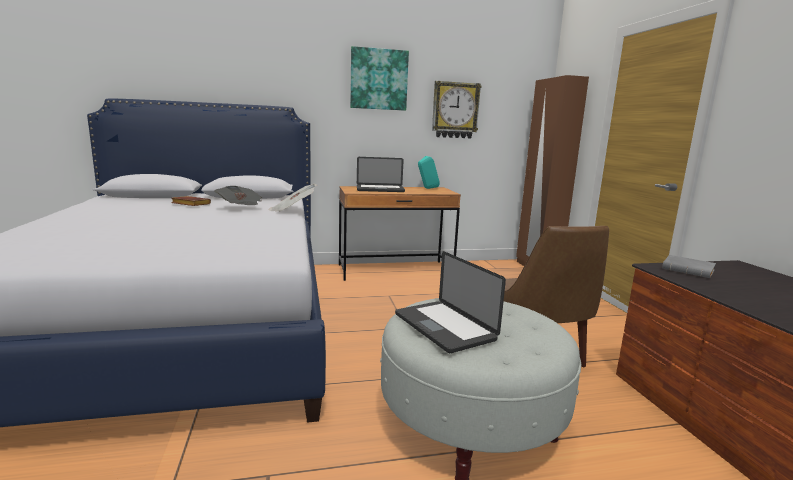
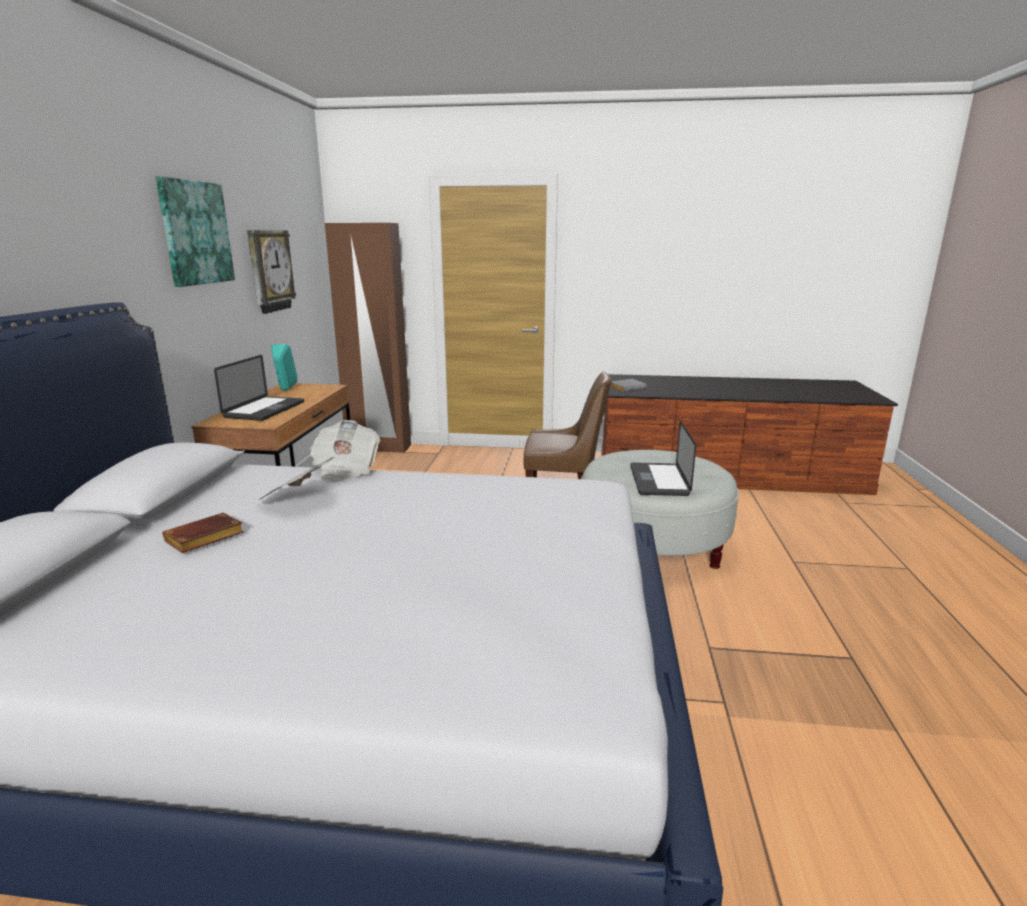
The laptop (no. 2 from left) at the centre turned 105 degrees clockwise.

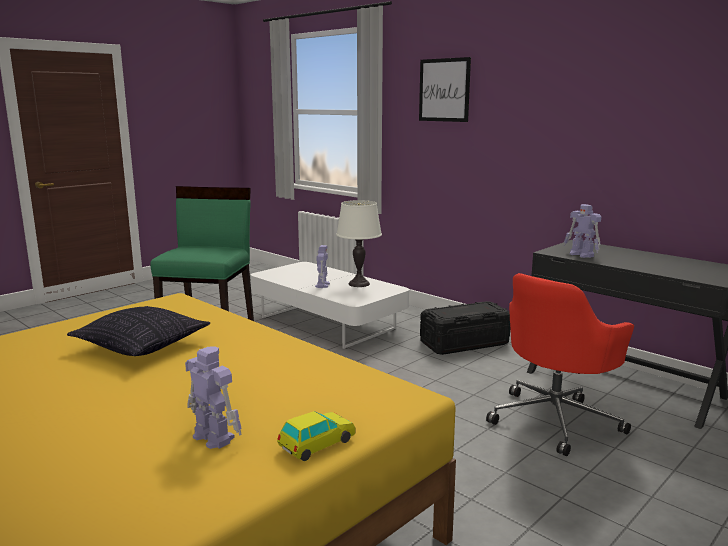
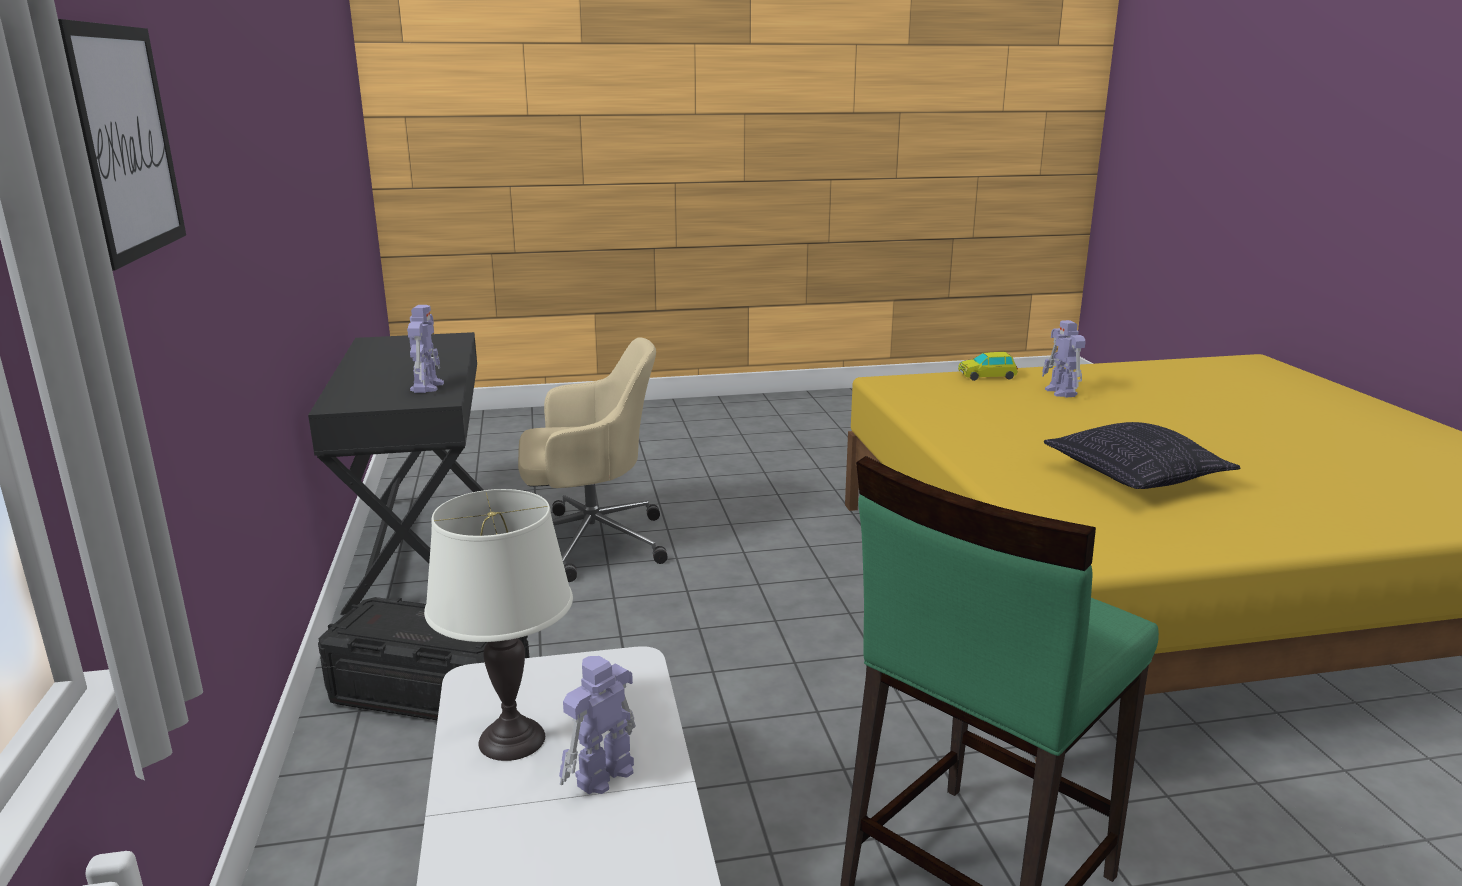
The red office chair at the bottom right became the beige office chair at the centre.

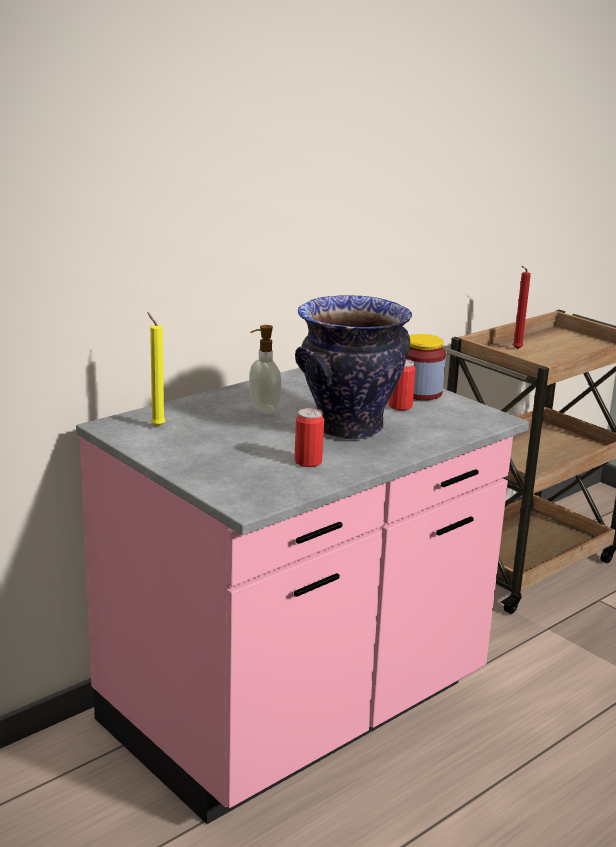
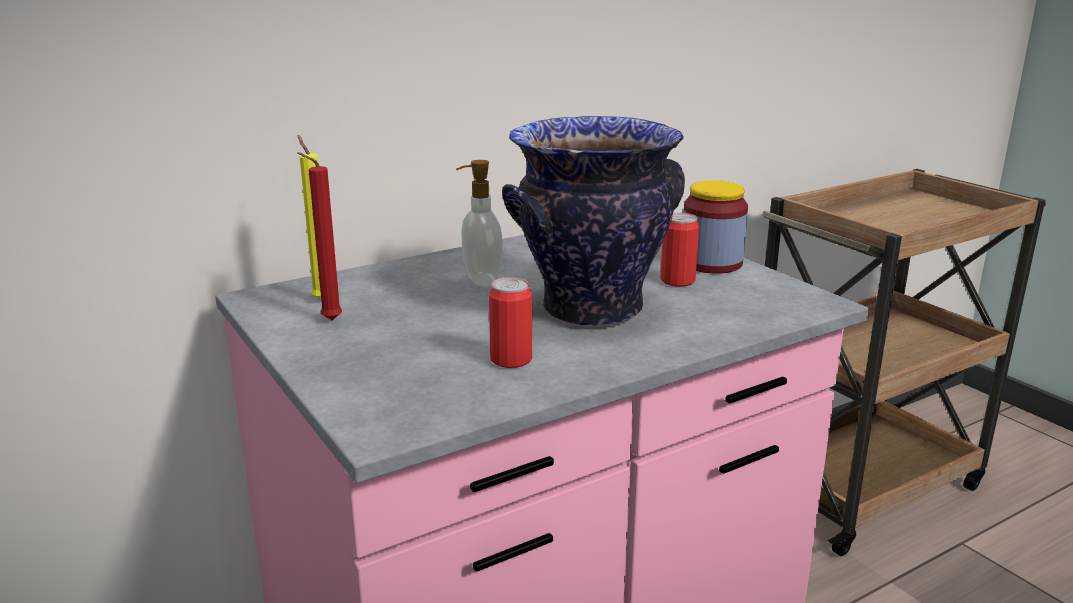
The red candle moved from the middle right to the middle left.

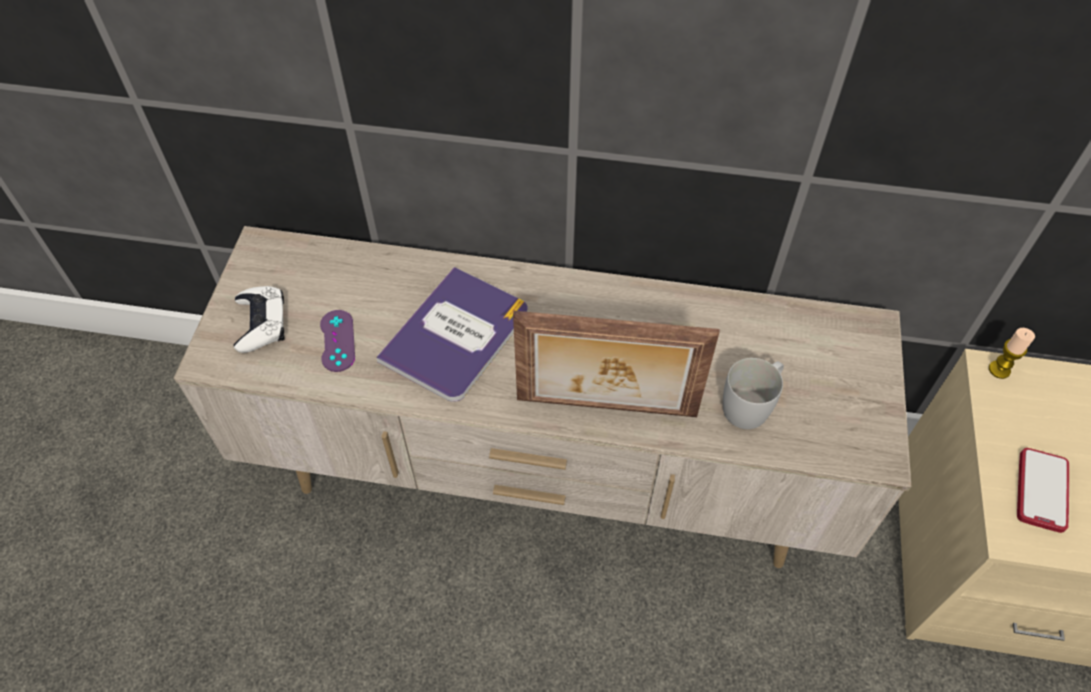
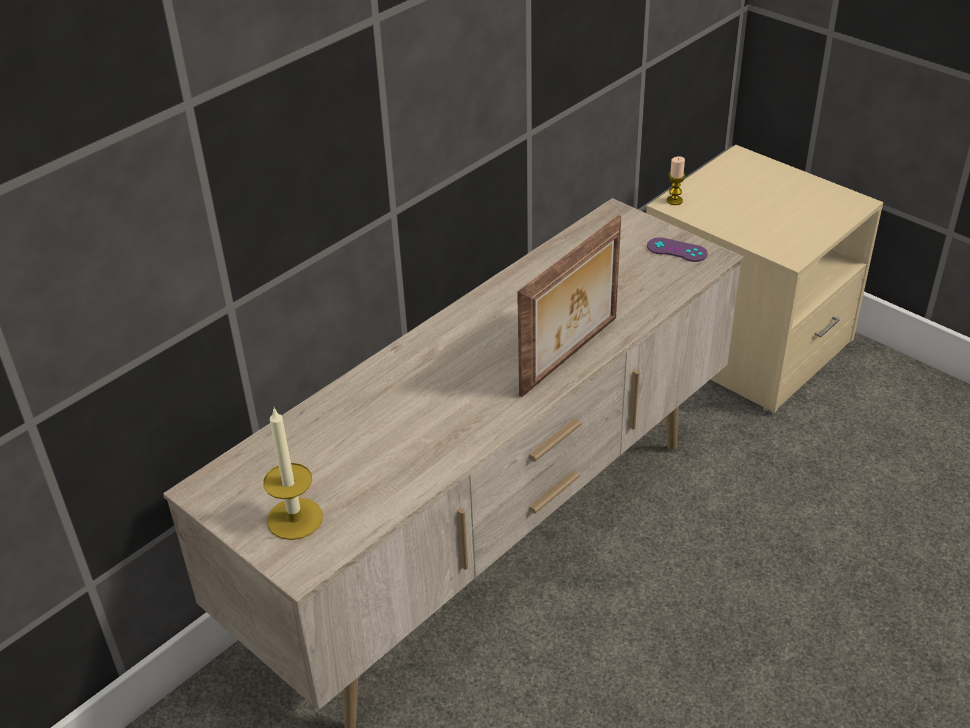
The white game controller at the middle left was replaced by the candle (no. 1 from left) at the middle left. The purple game controller moved from the middle left to the middle right. The book at the centre disappeared. The white mug at the middle right disappeared. The phone at the bottom right disappeared.

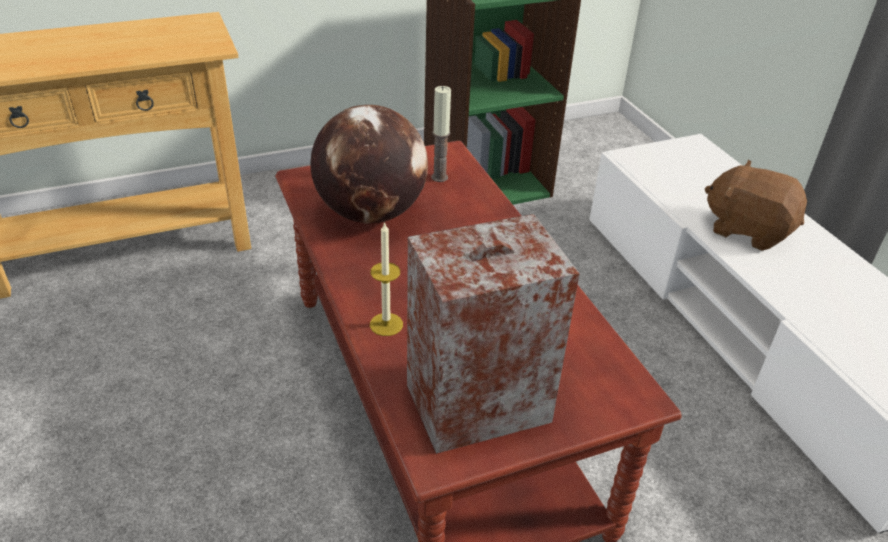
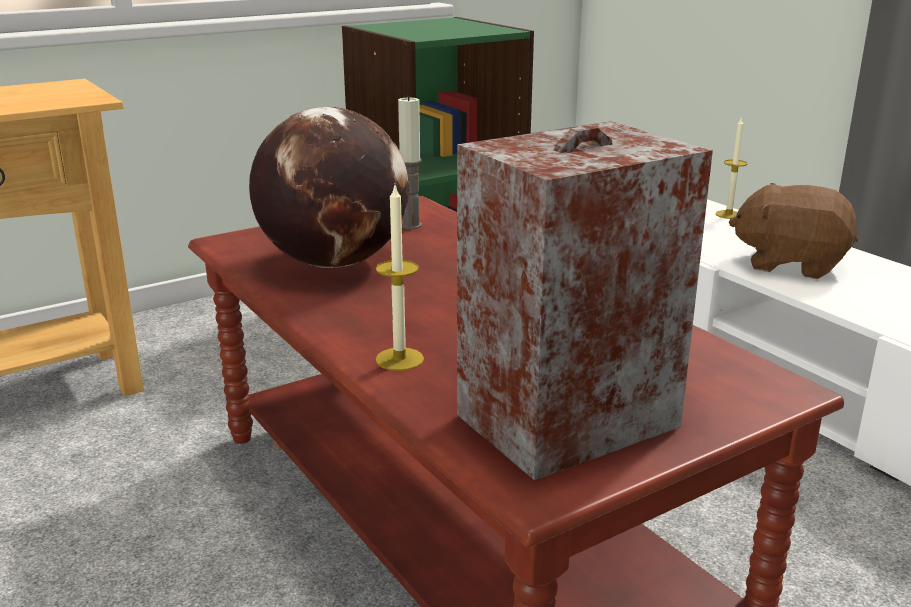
The candle (no. 3 from left) at the top right appeared.

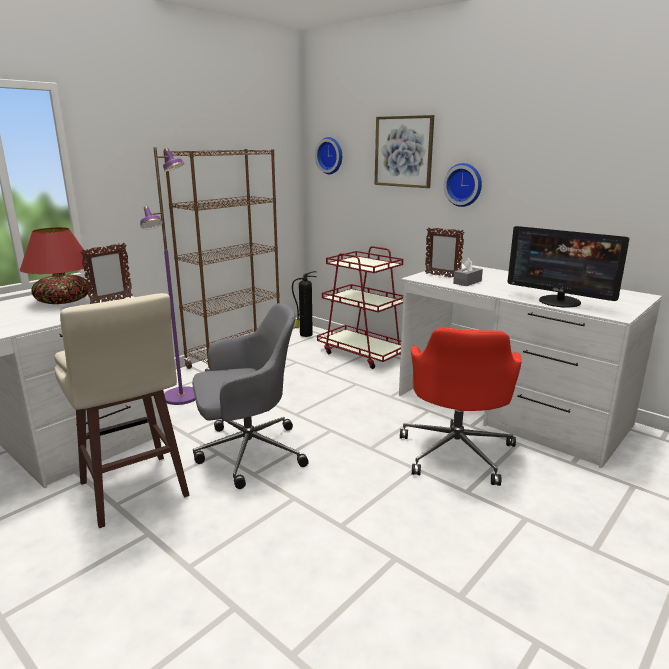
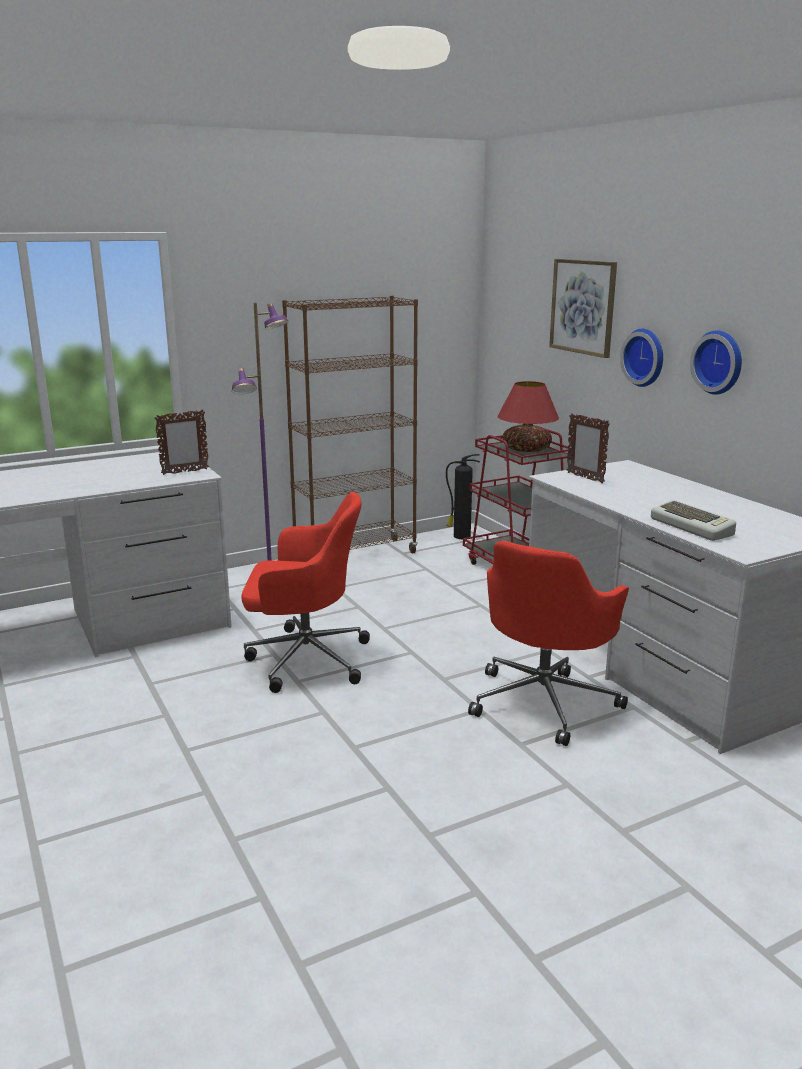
The red table lamp moved from the middle left to the centre. The beige stool at the middle left disappeared. The grey office chair at the centre became the red office chair (no. 1 from left) at the centre. The wall clock (no. 1 from left in the first image) moved from the top centre to the middle right. The grey tissue box at the middle right disappeared. The monitor at the middle right was replaced by the keyboard at the middle right.

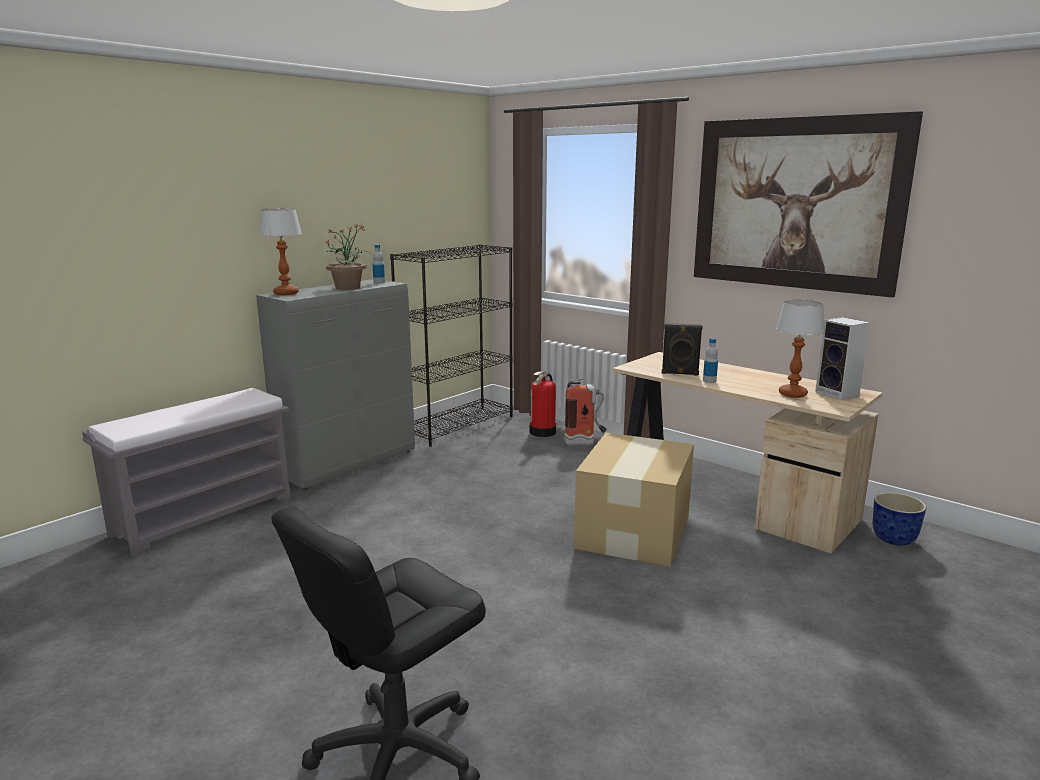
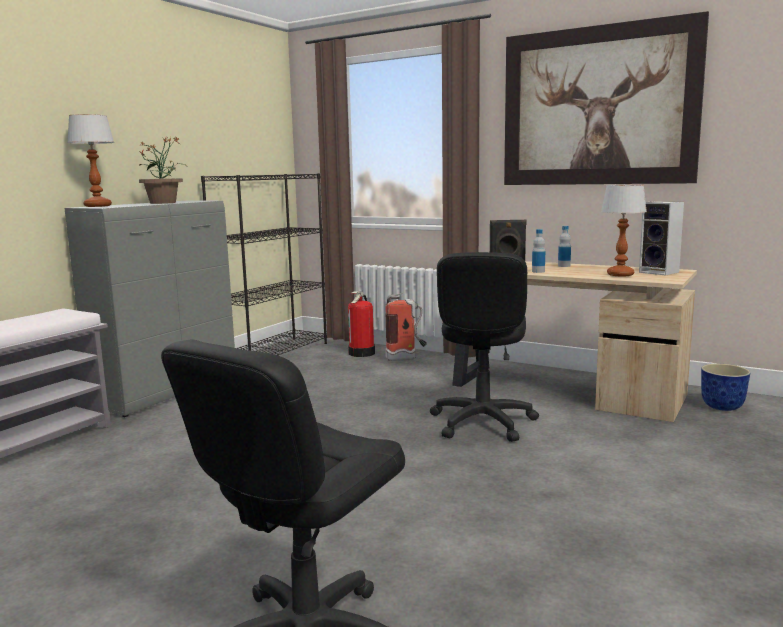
The bottle (no. 1 from left in the first image) moved from the centre to the middle right. The cardboard box at the centre was replaced by the black office chair (no. 2 from left) at the centre.

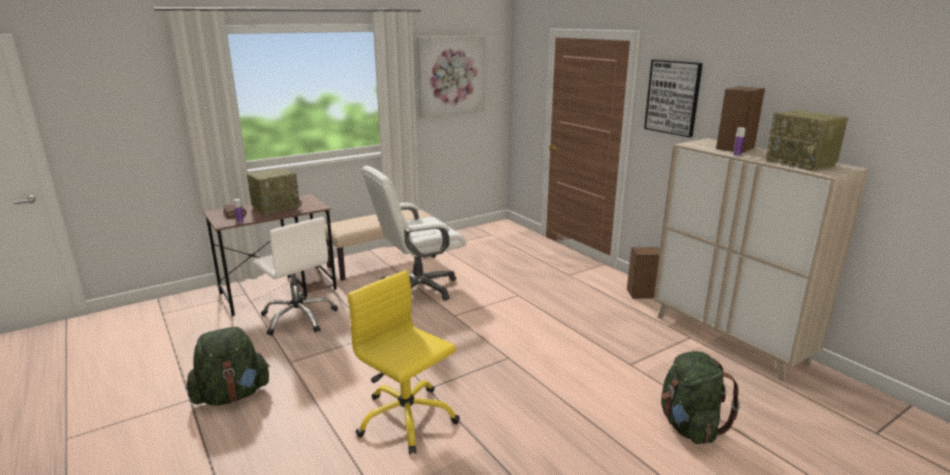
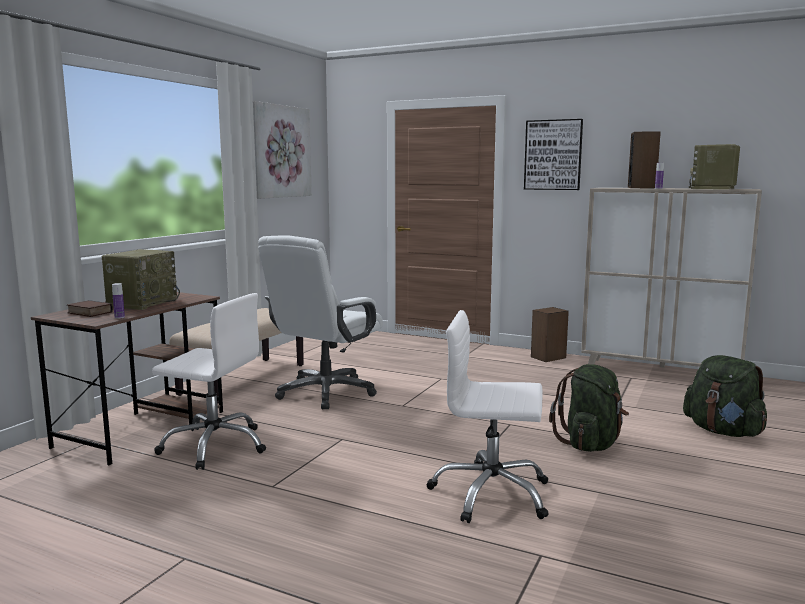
The green backpack (no. 1 from left) moved from the bottom left to the bottom right. The yellow office chair at the bottom centre became the white office chair (no. 3 from left) at the bottom centre. The radio (no. 2 from left) at the top right turned 90 degrees clockwise.

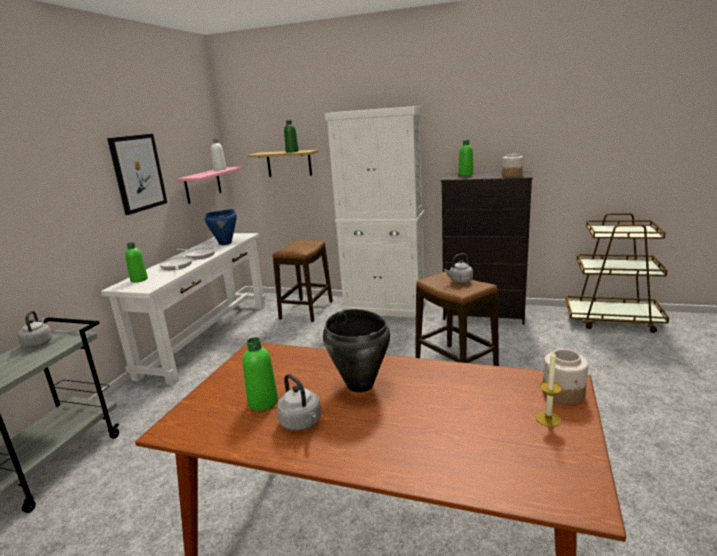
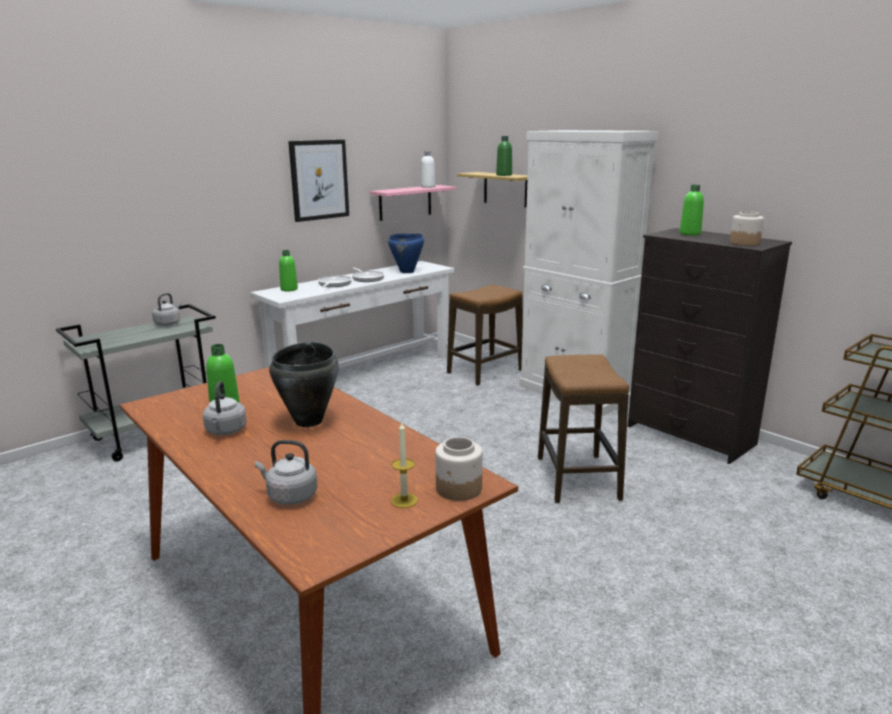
The grey kettle (no. 3 from left) moved from the centre to the middle left.

